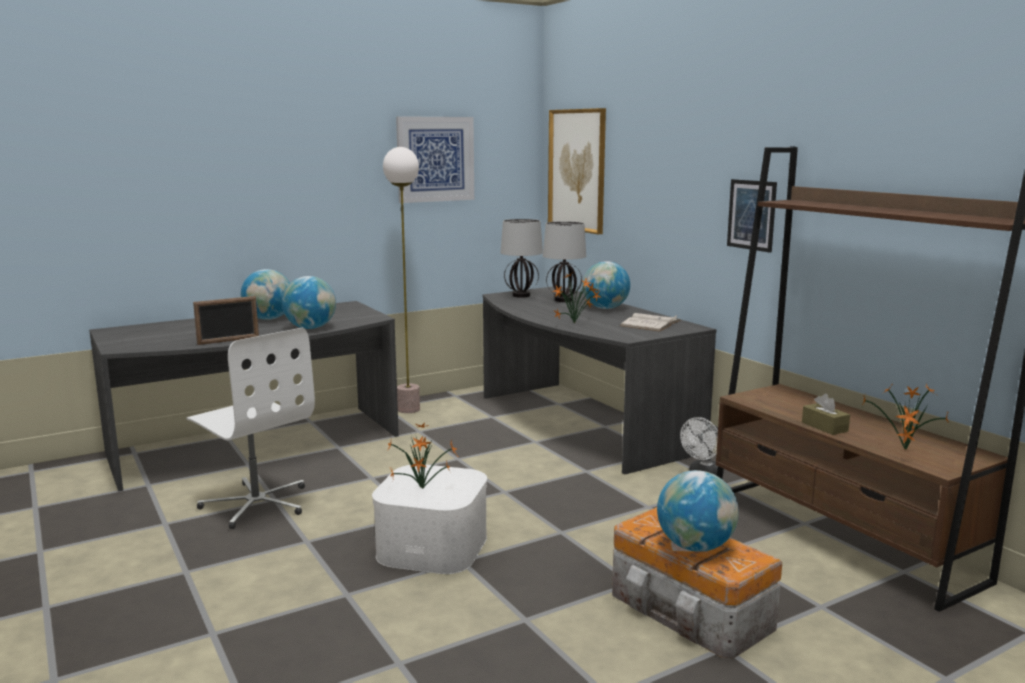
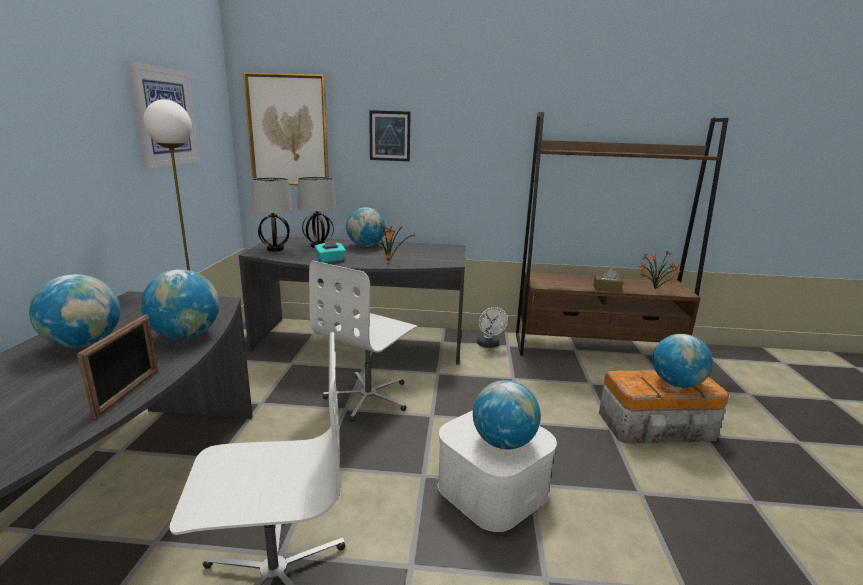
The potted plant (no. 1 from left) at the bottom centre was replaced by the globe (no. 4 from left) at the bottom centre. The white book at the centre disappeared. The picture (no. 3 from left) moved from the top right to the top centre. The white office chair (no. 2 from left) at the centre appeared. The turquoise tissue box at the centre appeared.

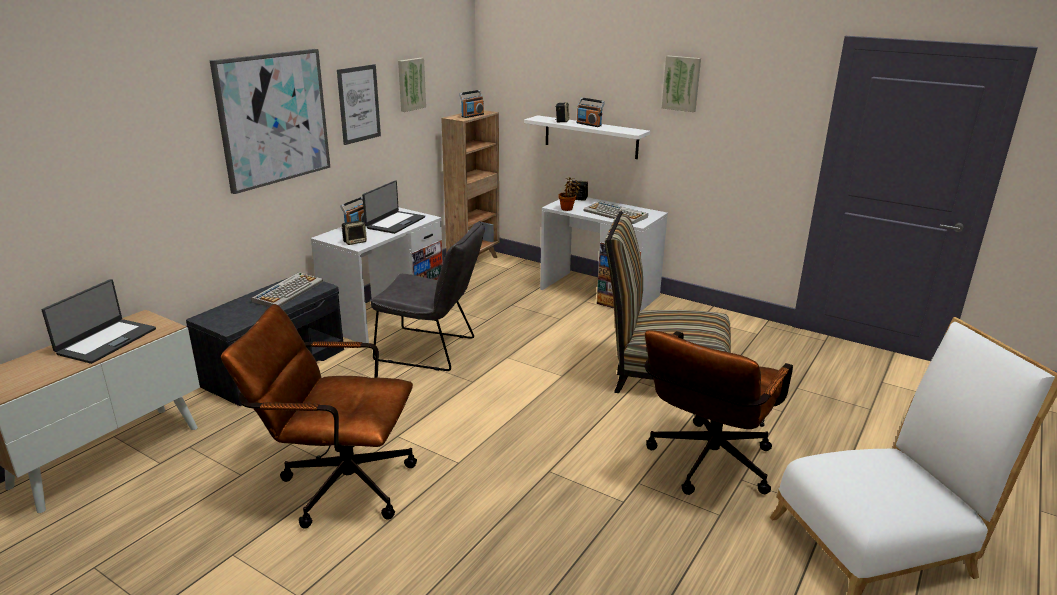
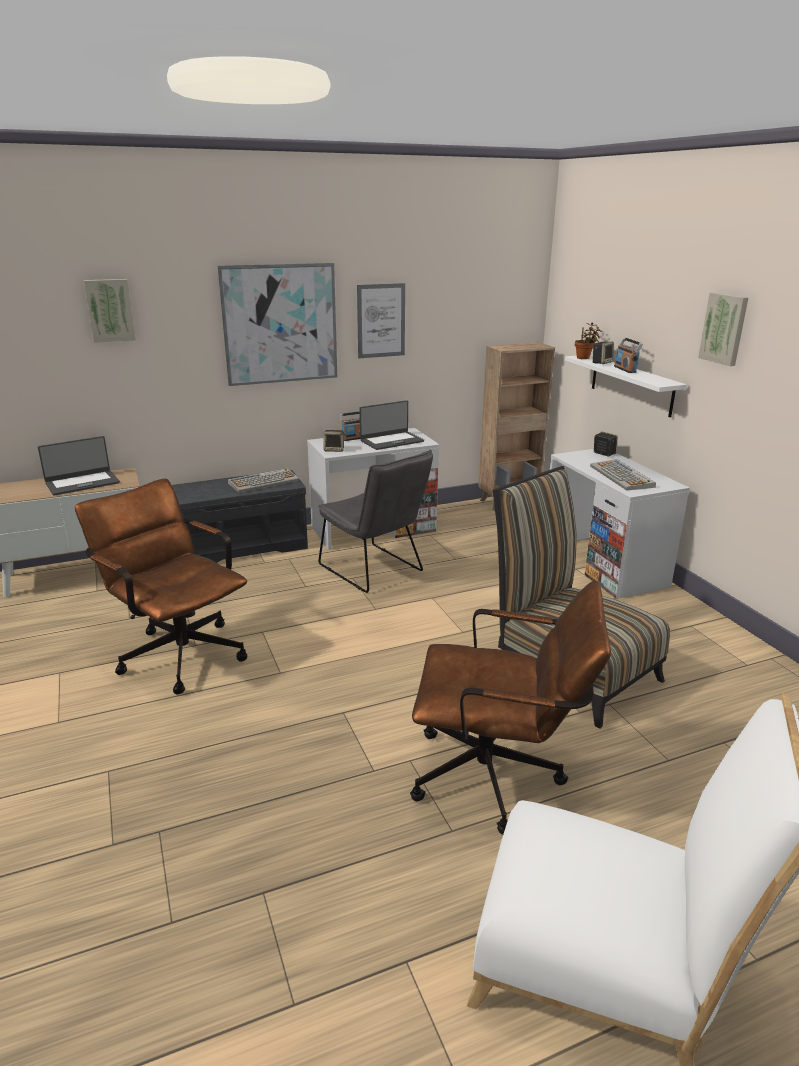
The picture (no. 3 from left in the first image) moved from the top centre to the top left. The radio (no. 2 from left) at the top centre disappeared. The potted plant moved from the top centre to the top right. The brown office chair (no. 2 from left) at the bottom right turned 150 degrees counterclockwise.

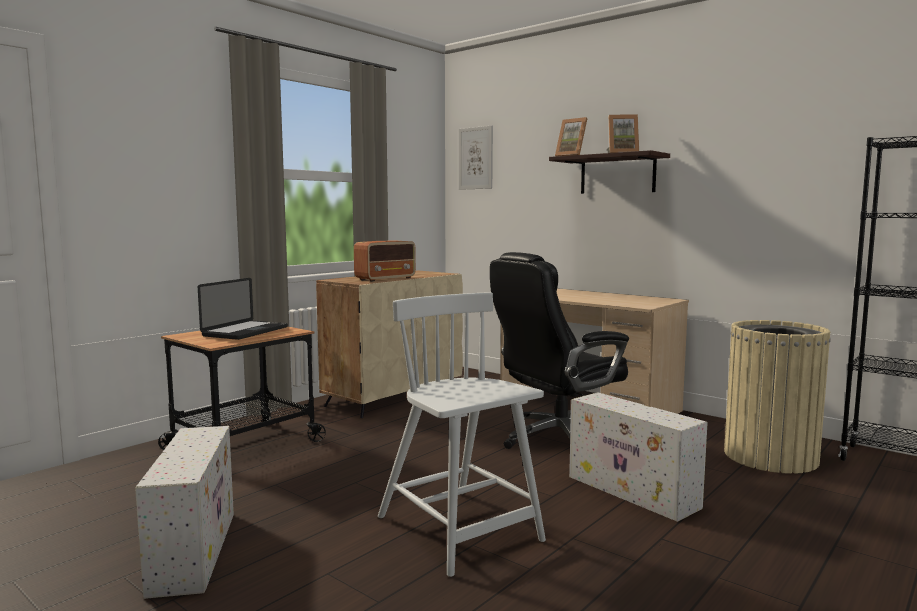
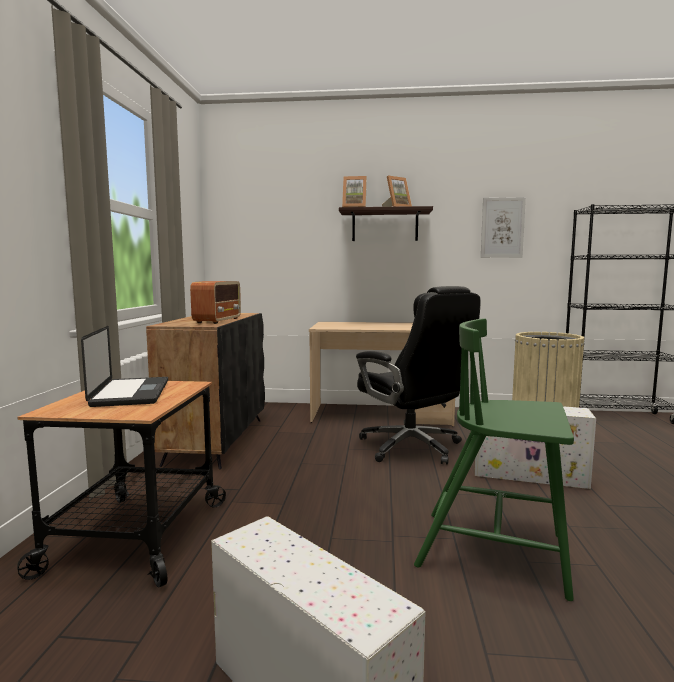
The beige cabinet at the centre became the black cabinet at the middle left. The white chair at the bottom centre became the green chair at the bottom right. The picture moved from the top centre to the top right. The black office chair at the centre turned 60 degrees counterclockwise.

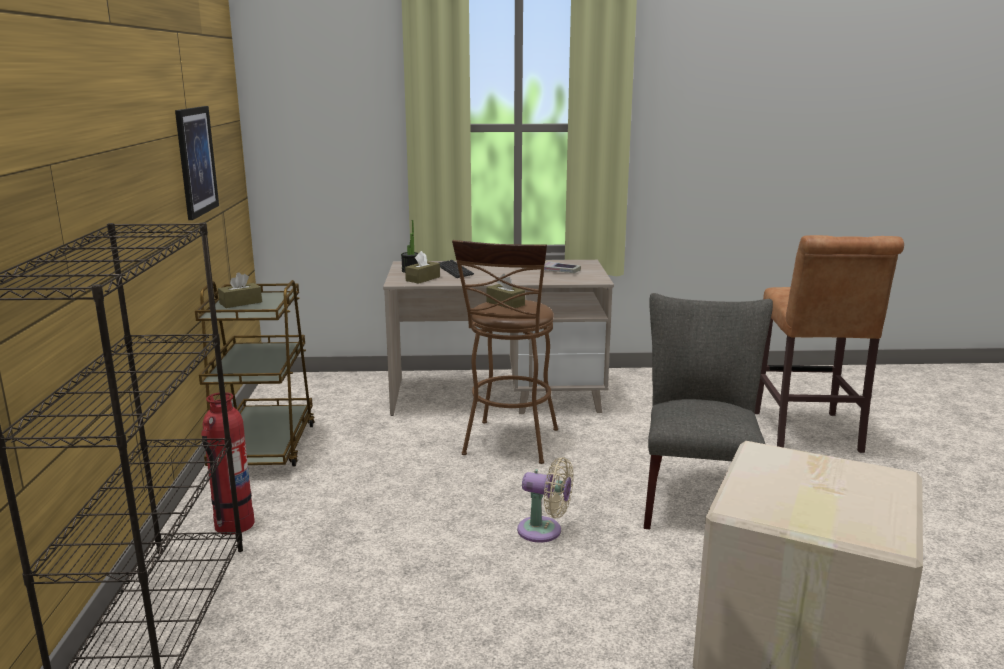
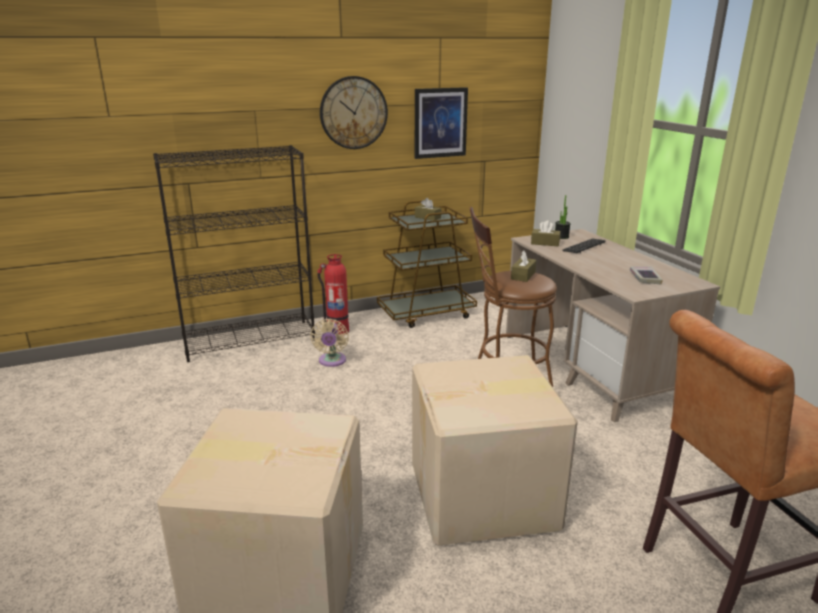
The beige fan moved from the bottom centre to the centre. The grey chair at the middle right was replaced by the cardboard box (no. 2 from left) at the bottom centre. The wall clock at the top centre appeared.

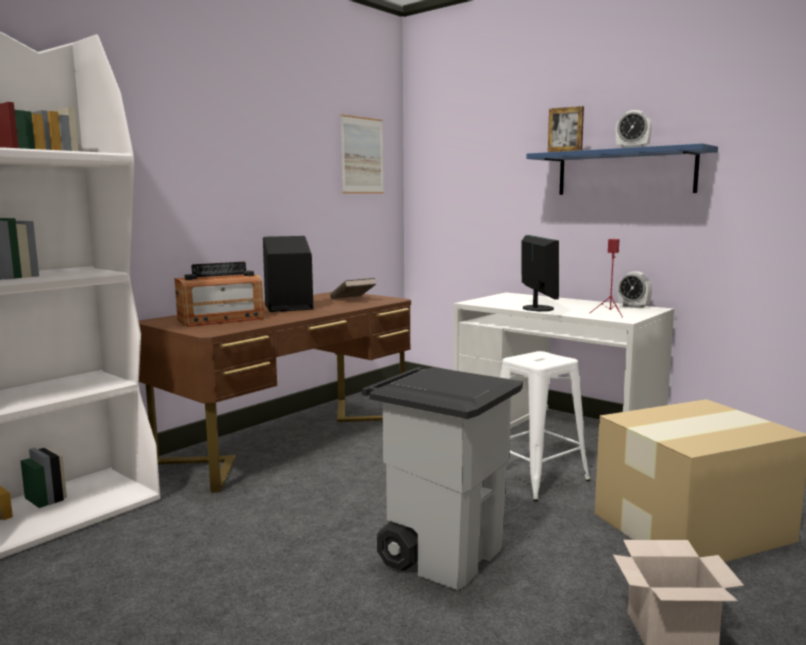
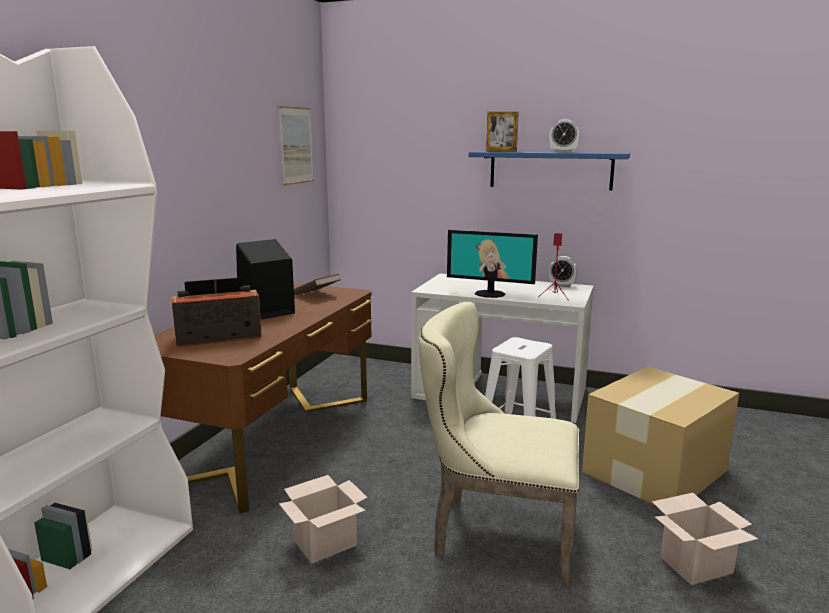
The radio at the middle left turned 150 degrees counterclockwise. The grey trash can at the bottom centre was replaced by the beige chair at the bottom centre. The monitor at the middle right turned 135 degrees clockwise. The cardboard box (no. 1 from left) at the bottom centre appeared.

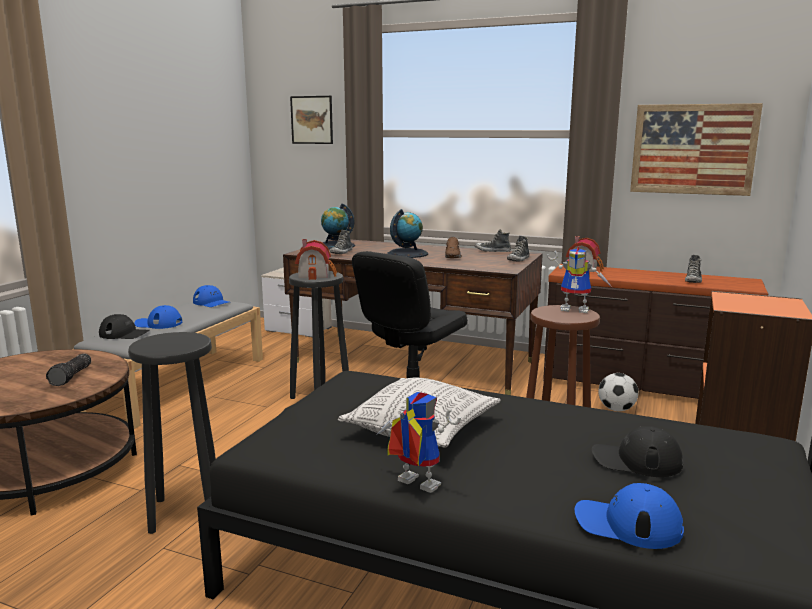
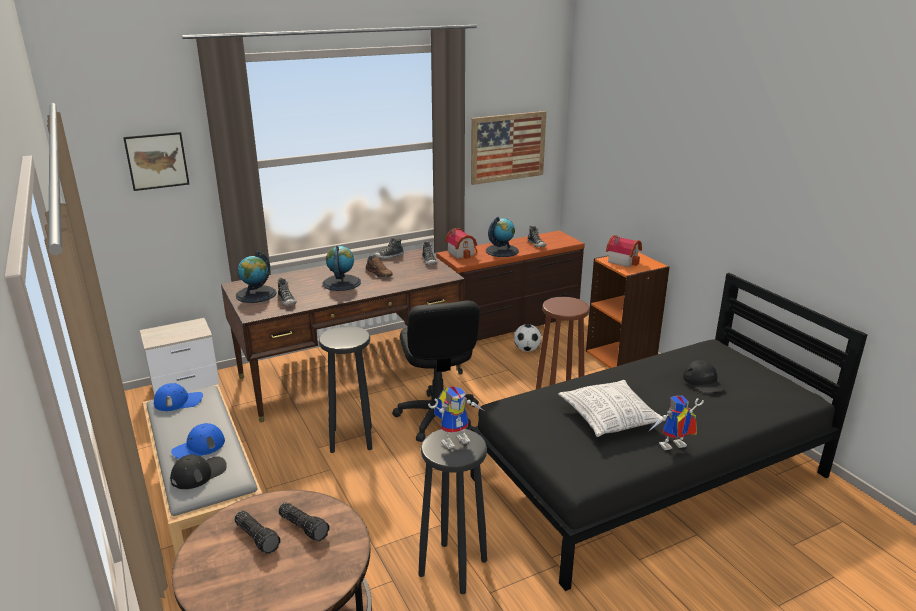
The toy house (no. 1 from left in the first image) moved from the centre to the middle right. The toy robot (no. 2 from left in the first image) moved from the middle right to the bottom centre. The blue cap (no. 3 from left) at the bottom right disappeared. The black cap (no. 2 from left) at the bottom right turned 75 degrees counterclockwise. The flashlight (no. 1 from left) at the bottom left appeared. The globe (no. 3 from left) at the centre appeared.

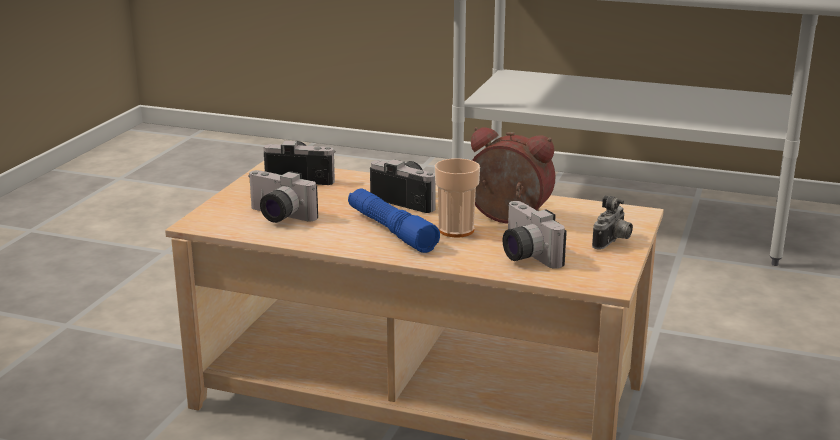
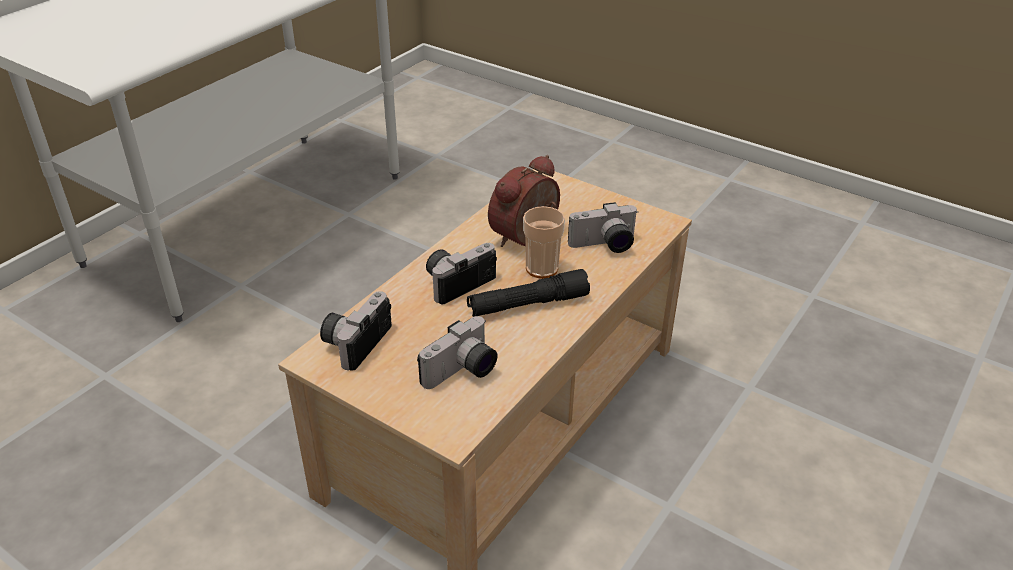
The blue flashlight at the centre became the black flashlight at the centre. The photo camera (no. 5 from left) at the middle right disappeared.

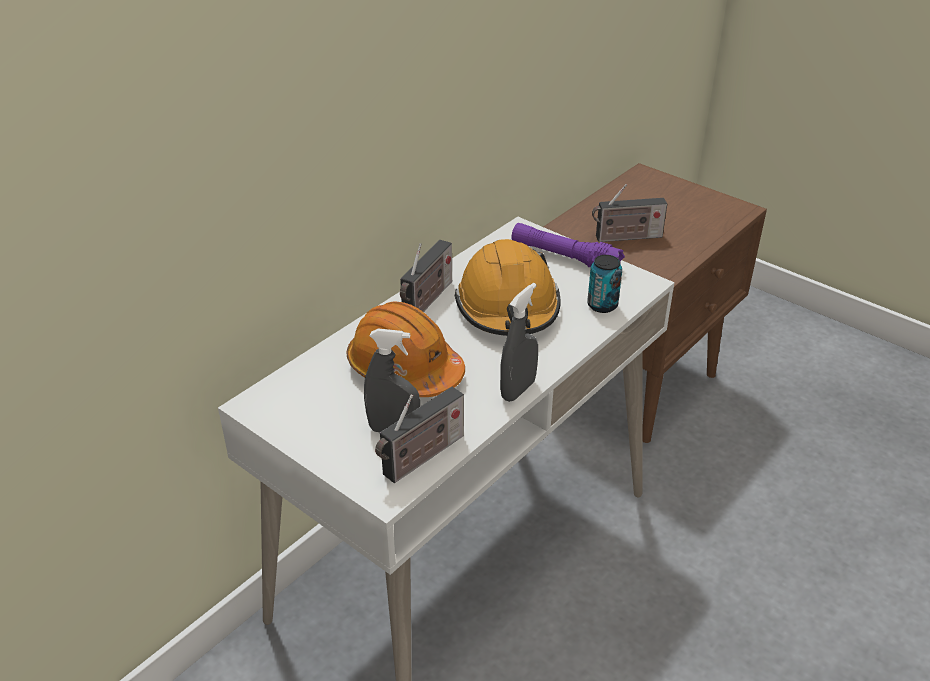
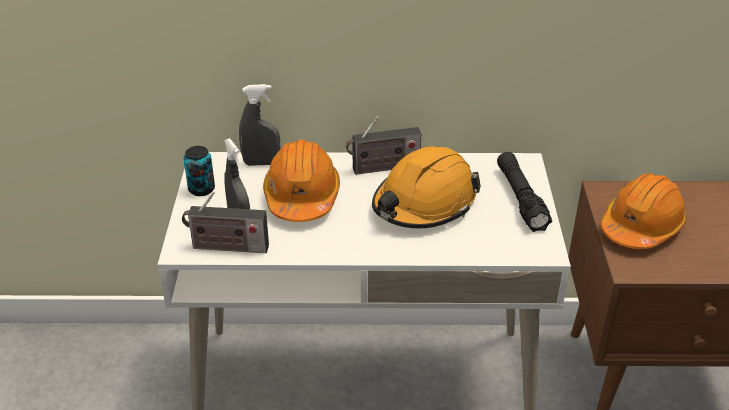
The grey spray bottle (no. 2 from left) moved from the centre to the top centre. The purple flashlight at the centre became the black flashlight at the middle right. The can moved from the centre to the middle left. The radio (no. 3 from left) at the top right was replaced by the orange hard hat (no. 3 from left) at the middle right.

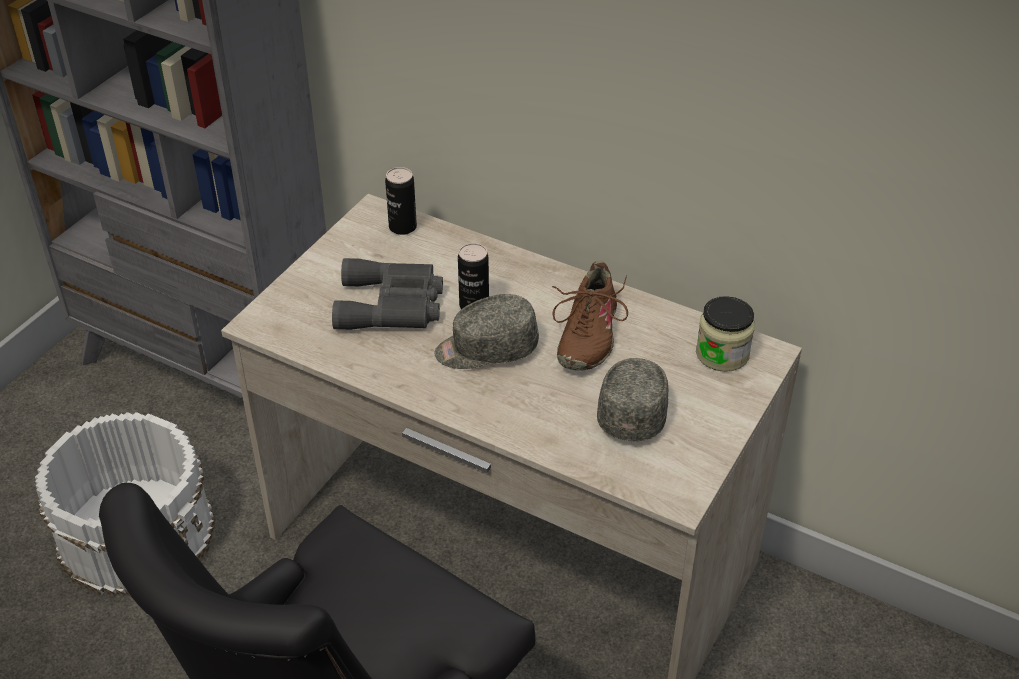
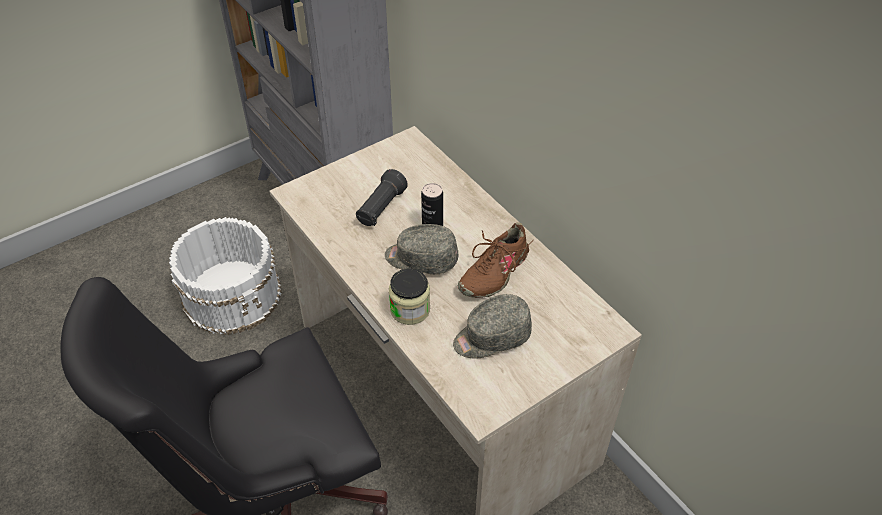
The grey binoculars at the centre was replaced by the black flashlight at the centre. The can (no. 1 from left) at the top centre disappeared. The grey cap (no. 2 from left) at the centre turned 150 degrees counterclockwise. The jar moved from the middle right to the centre.

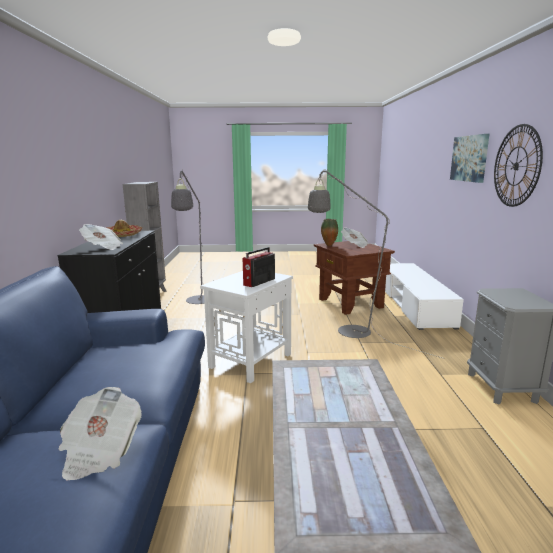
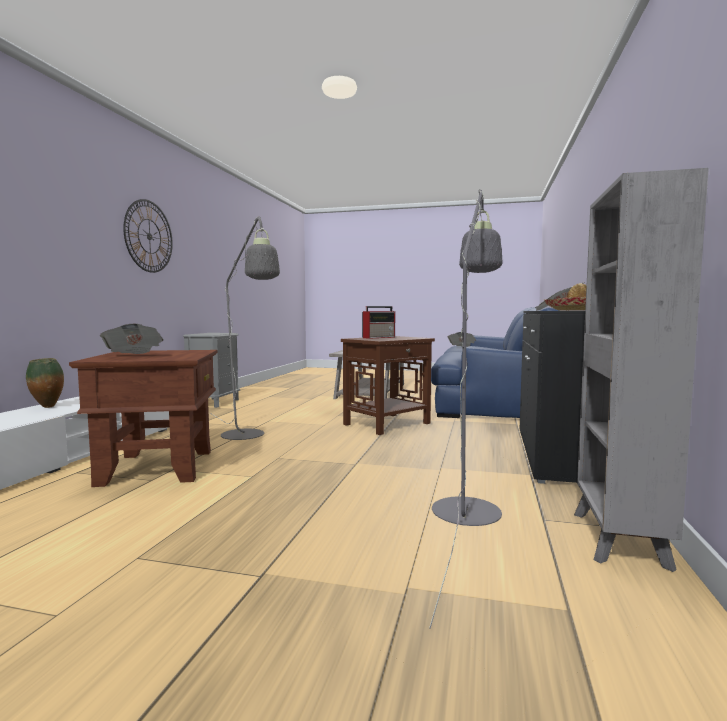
The white side table at the centre became the brown side table (no. 2 from left) at the centre. The vase moved from the centre to the middle left. The picture at the top right disappeared.

